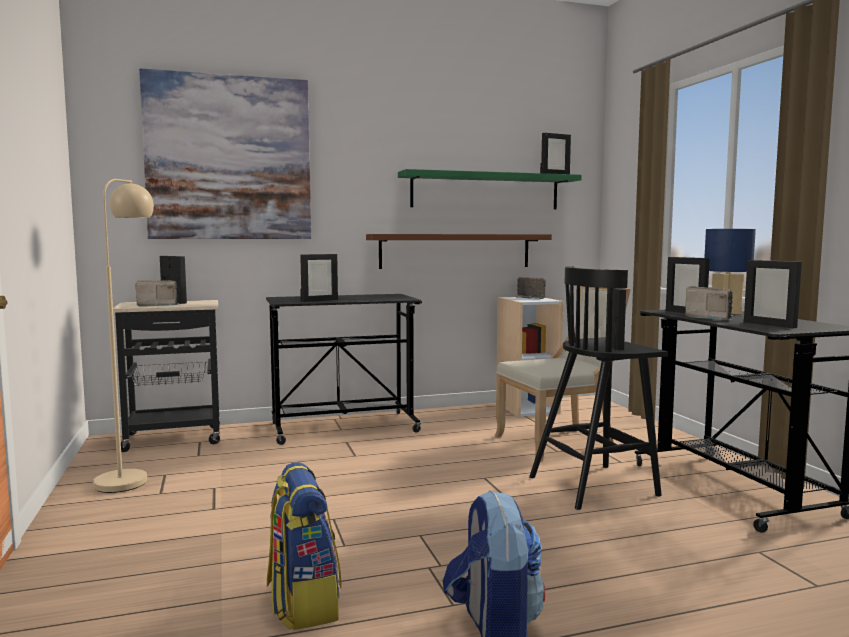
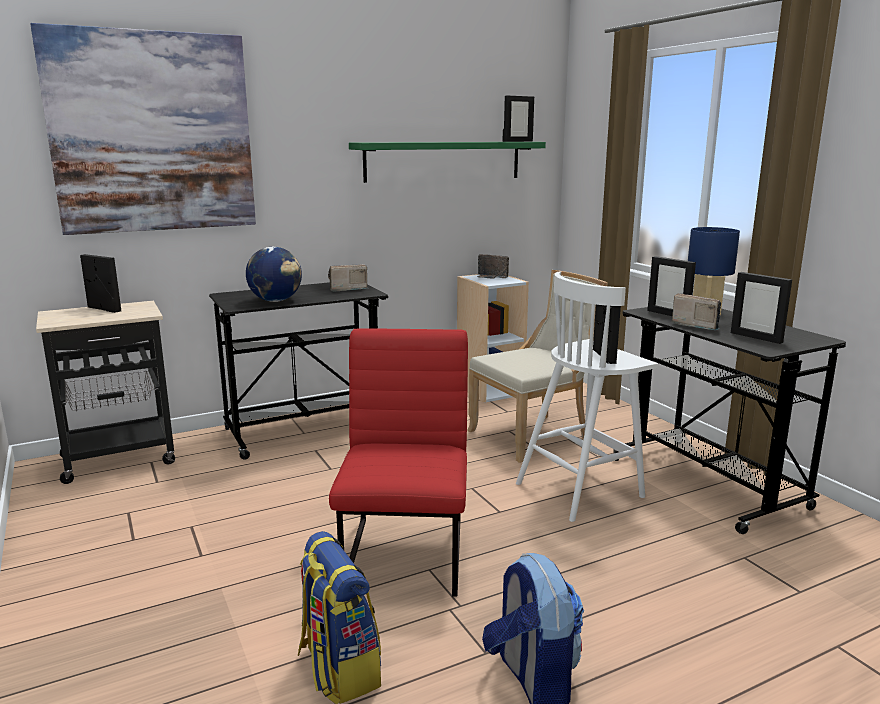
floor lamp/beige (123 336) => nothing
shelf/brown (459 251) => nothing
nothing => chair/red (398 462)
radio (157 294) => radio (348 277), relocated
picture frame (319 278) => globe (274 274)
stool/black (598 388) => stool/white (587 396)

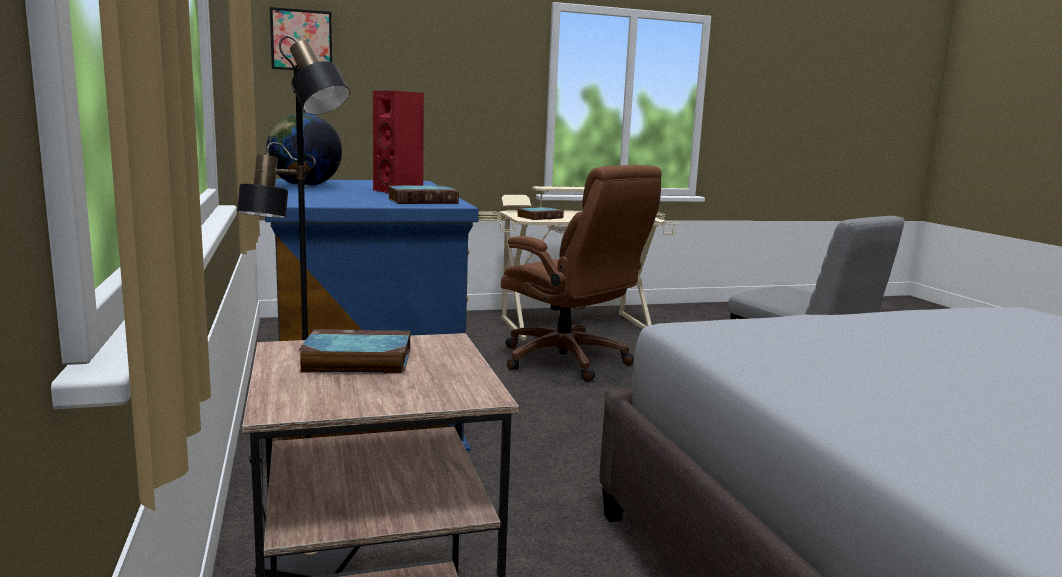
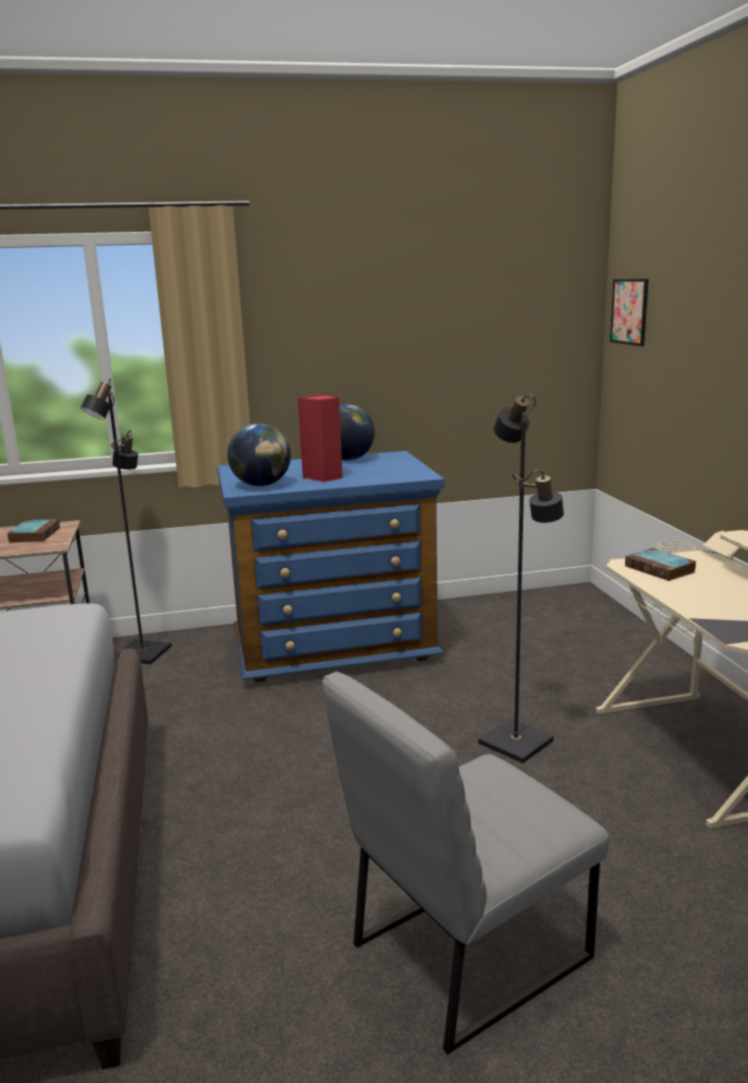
book (423 194) => globe (259 454)
office chair/brown (581 273) => floor lamp/black (521 578)

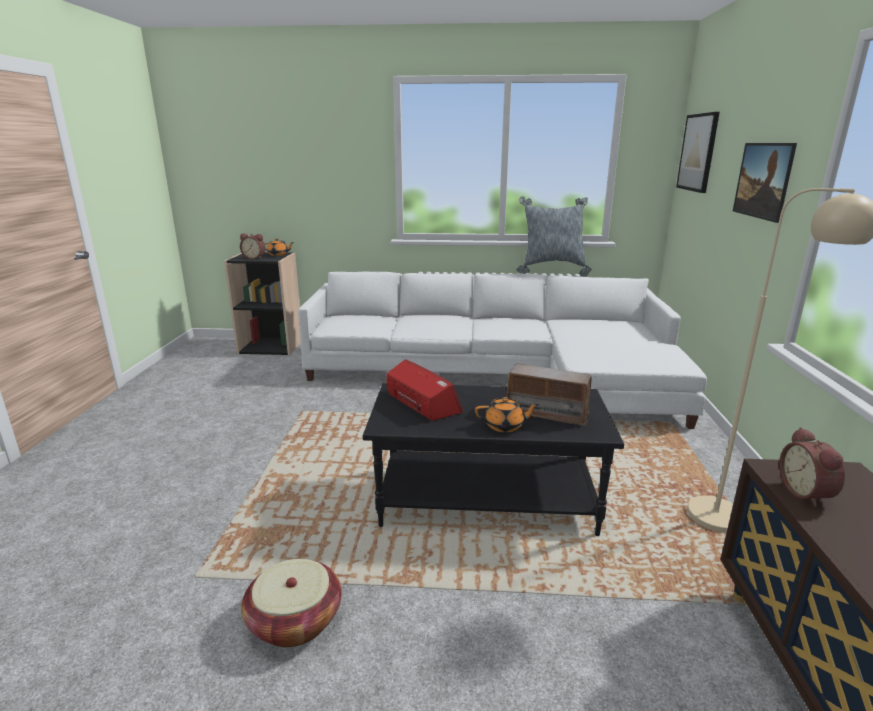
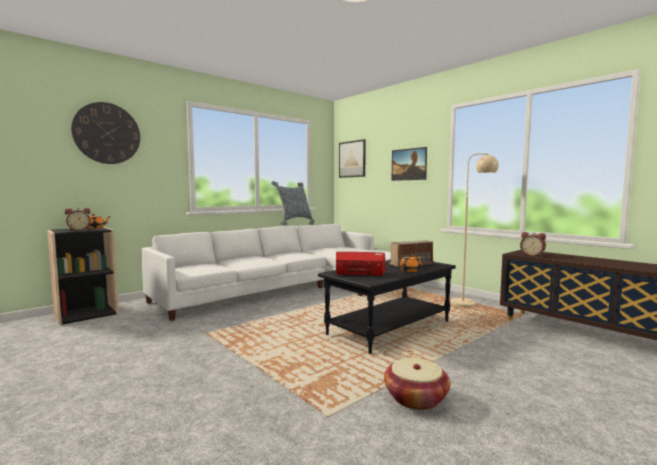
nothing => wall clock (105 133)

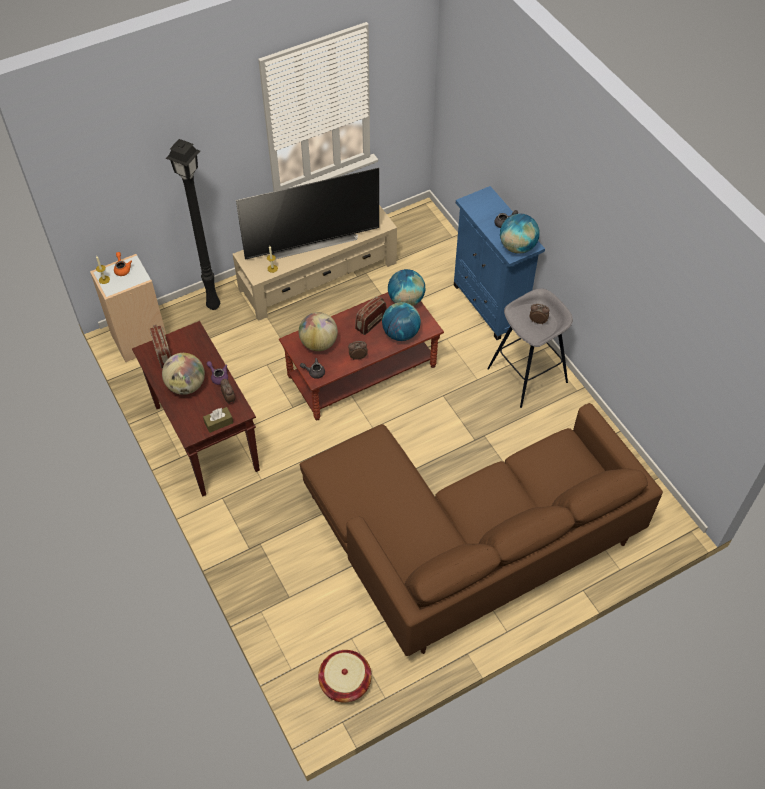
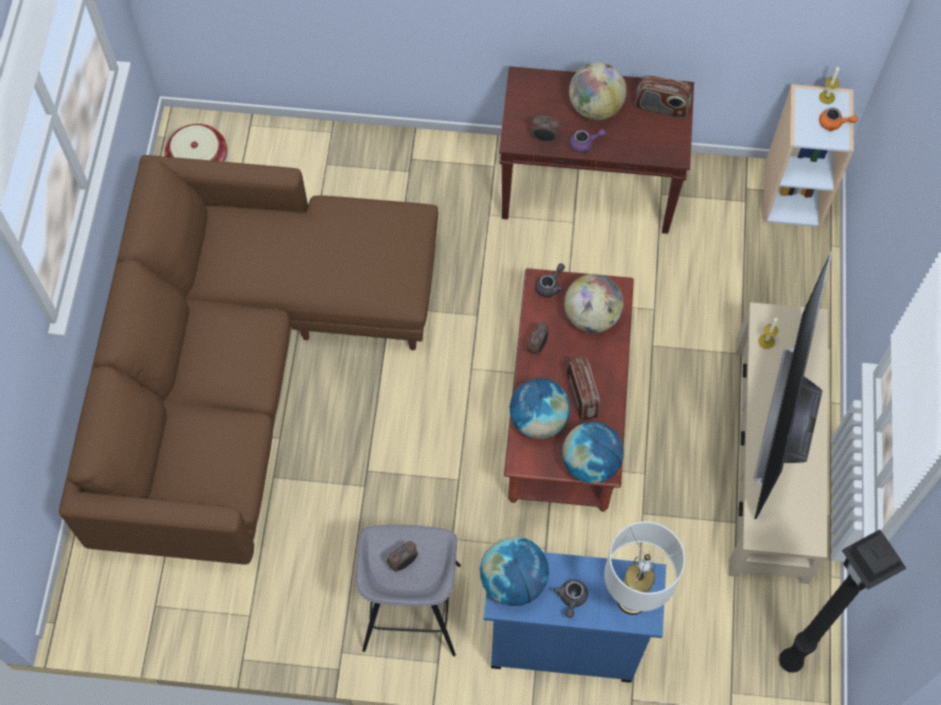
tissue box/brown (218 420) => nothing
nothing => table lamp/white (644 568)
floor lamp/black (193 224) => floor lamp/black (842 601), relocated

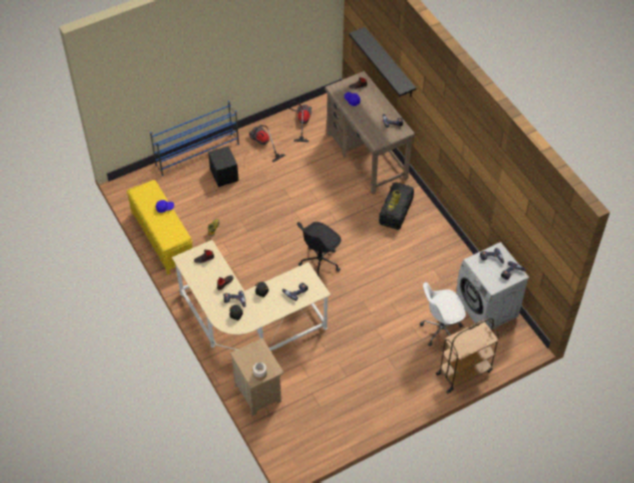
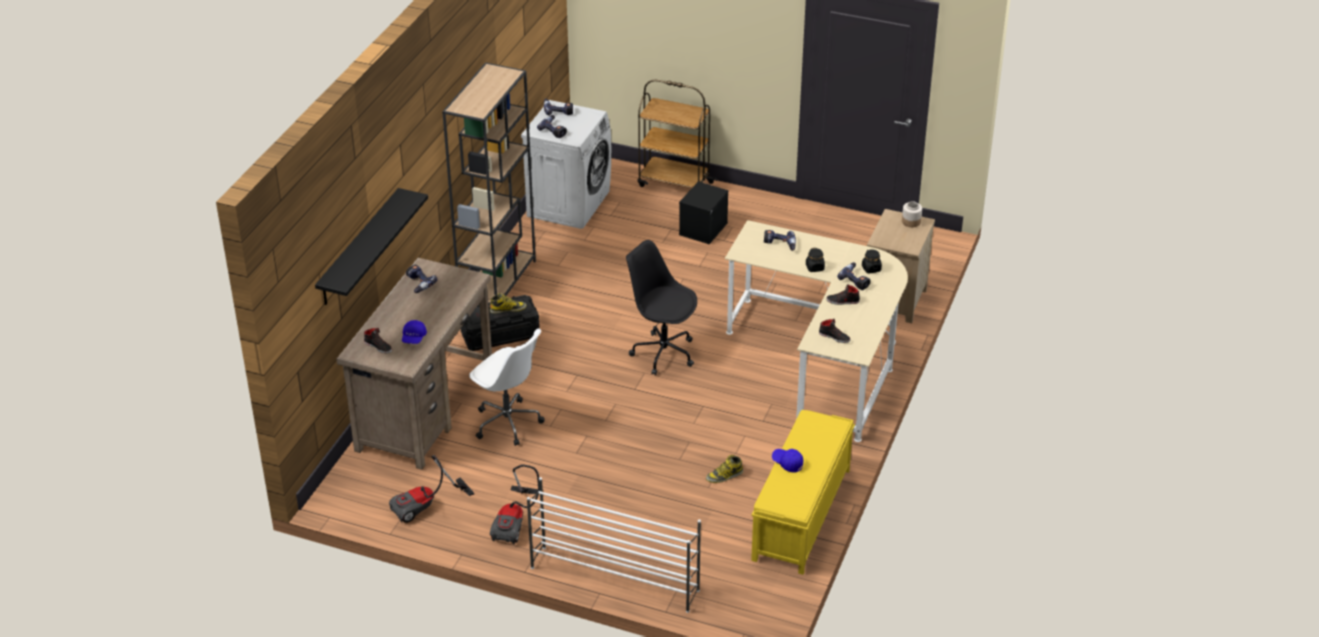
nothing => bookcase (489 182)
storage box/black (223 166) => storage box/black (703 212), relocated
office chair/white (443 314) => office chair/white (506 387), relocated
shoe rack/blue (194 138) => shoe rack/white (614 545)
office chair/black (319 249) => office chair/black (661 307), 150 degrees counterclockwise

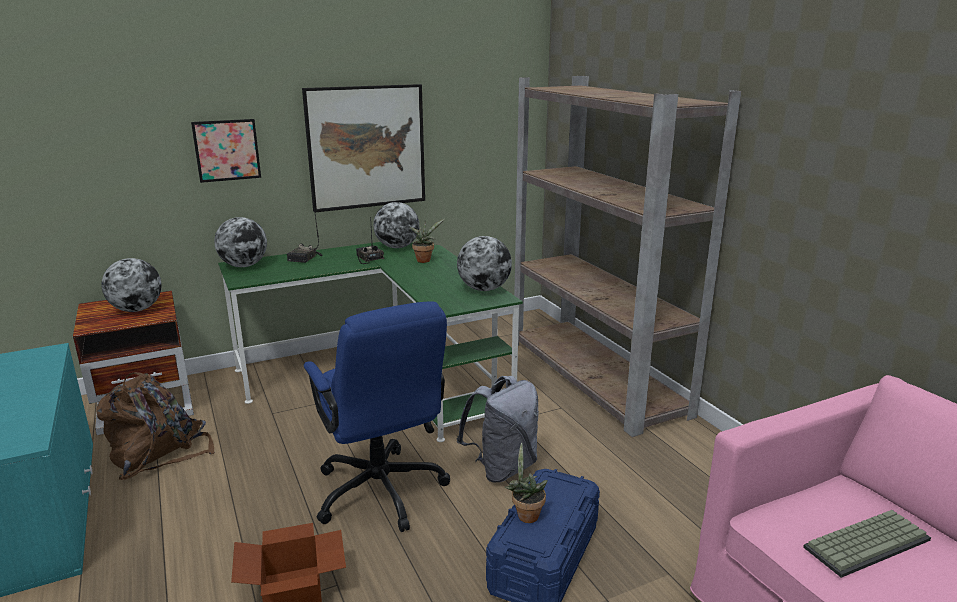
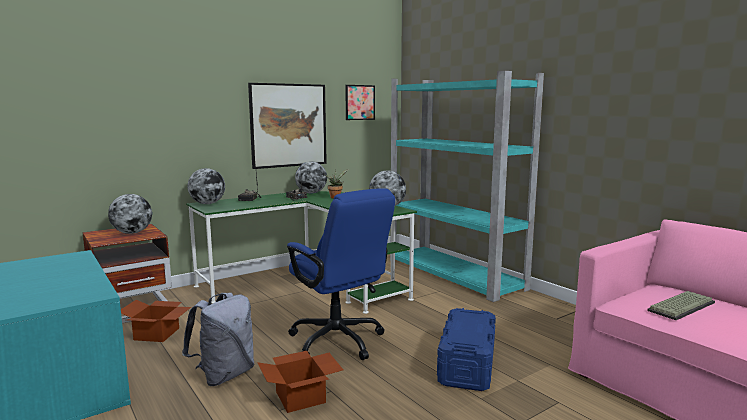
potted plant (526 483) => nothing
picture (226 151) => picture (360 102), relocated
backpack/grey (498 429) => backpack/grey (218 339), relocated
backpack/brown (156 426) => cardboard box (156 321)
bookcase/brown (627 256) => bookcase/turquoise (467 186)

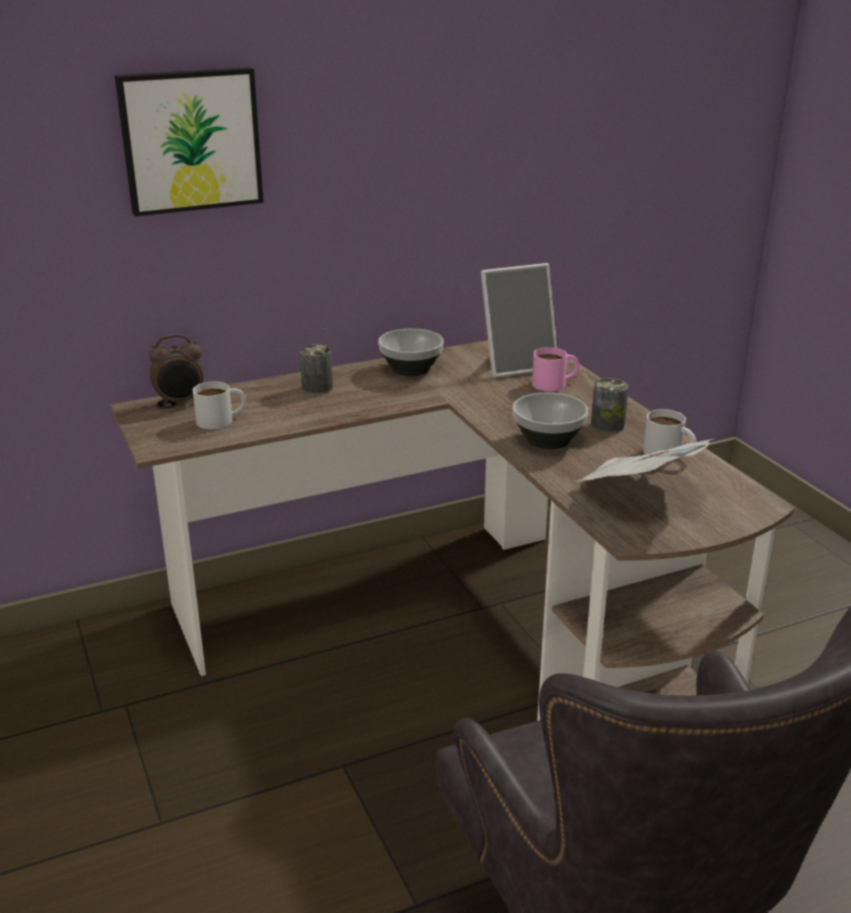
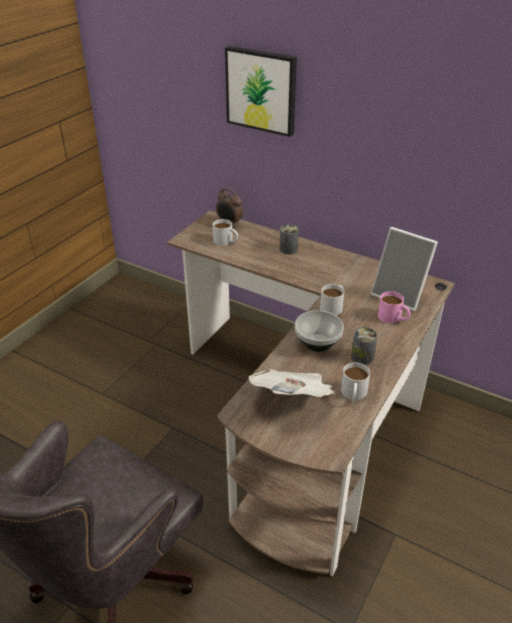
bowl (411 352) => nothing
nothing => mug/white (332 299)

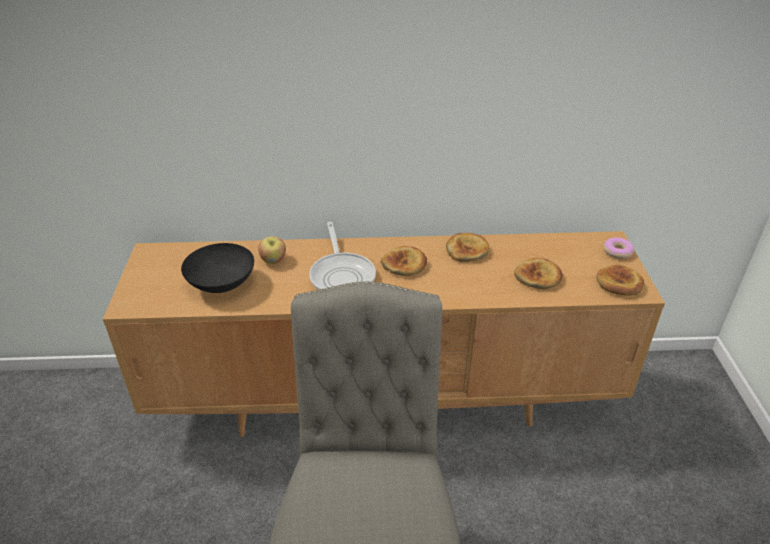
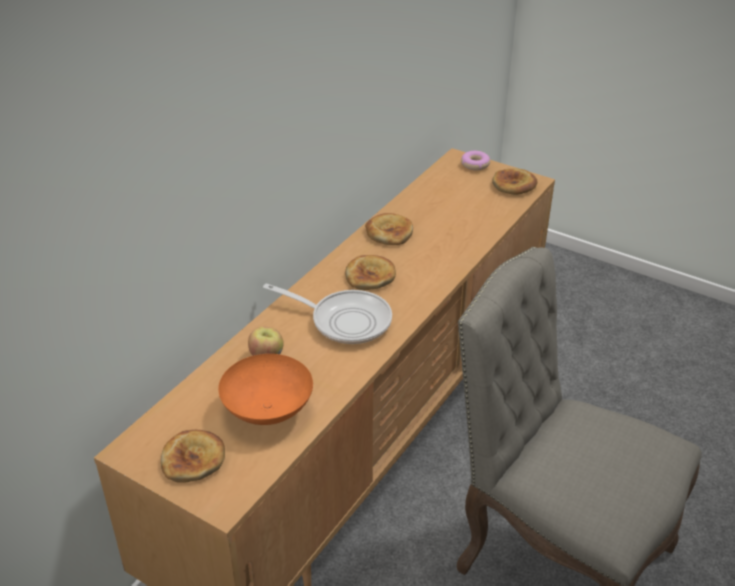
bread (538 273) => bread (192 456), relocated
bowl/black (217 268) => bowl/orange (265 389)

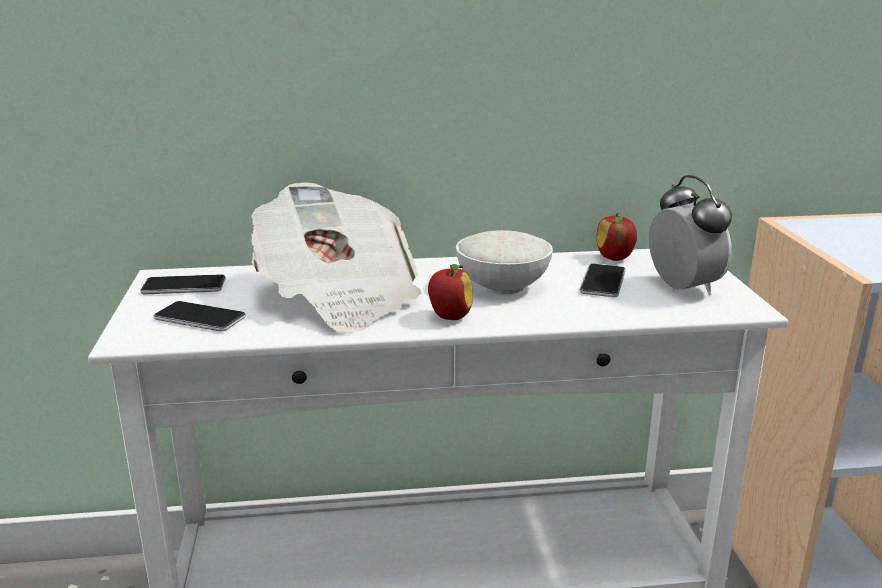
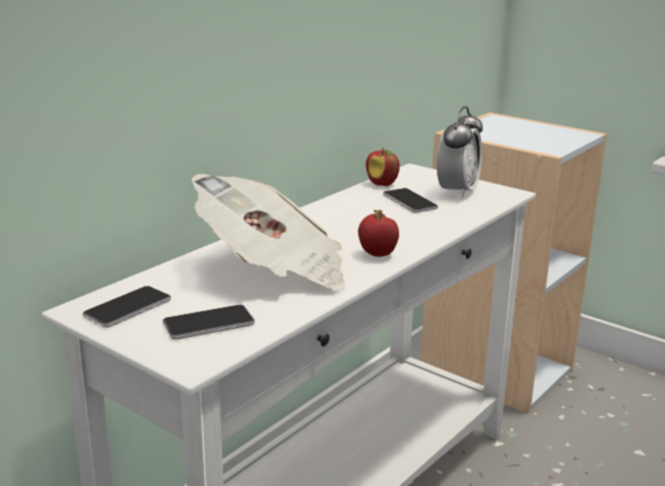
bowl/white (504 262) => nothing
alarm clock (690 235) => alarm clock (460 152), 90 degrees clockwise

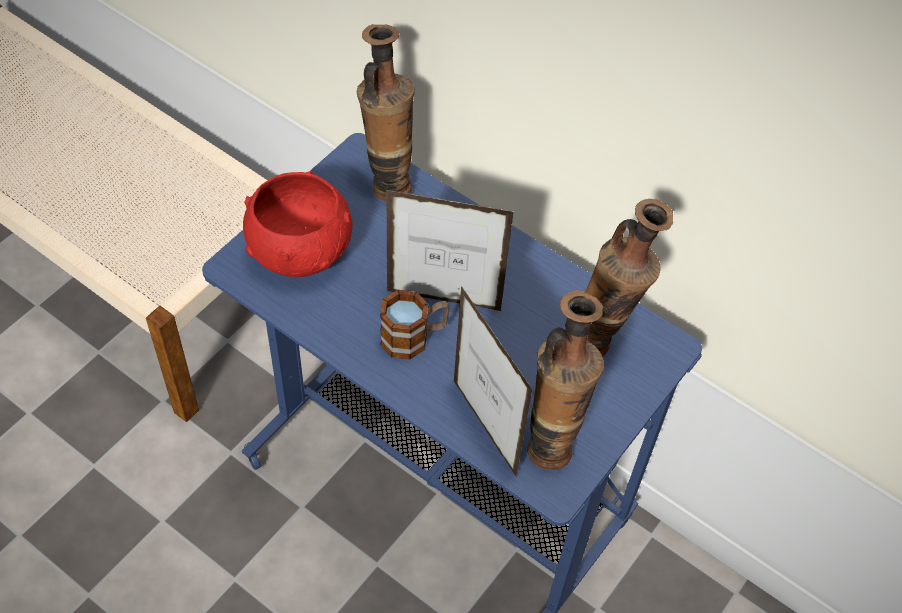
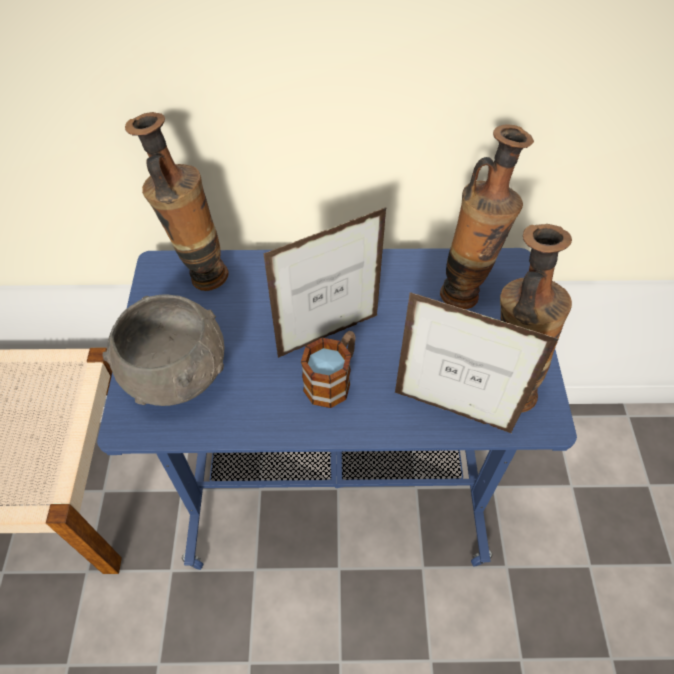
bowl/red (298 224) => bowl/grey (163 350)

